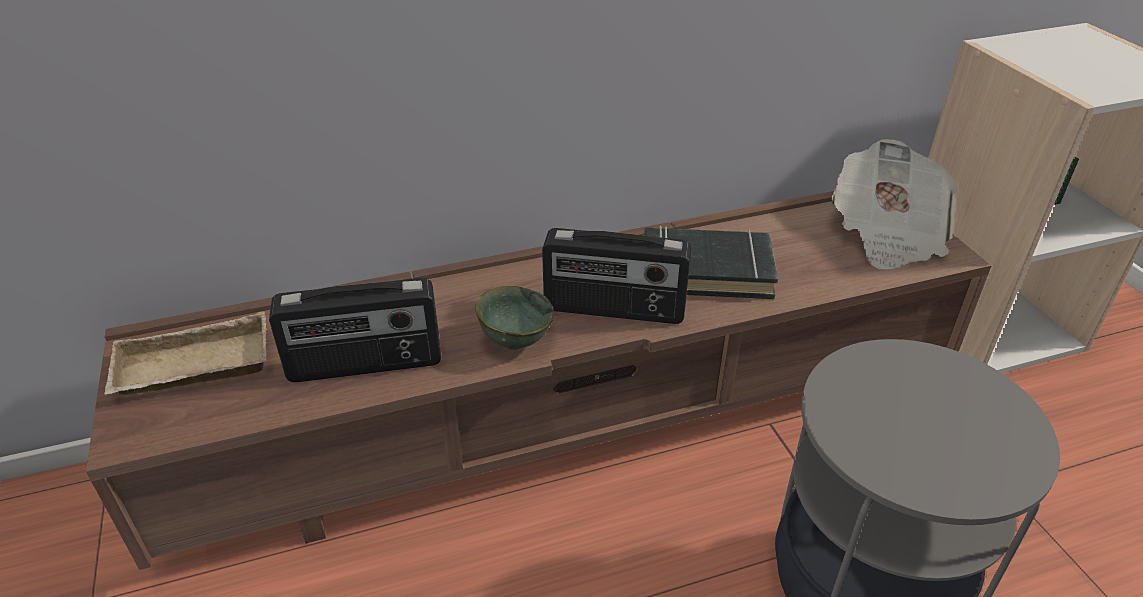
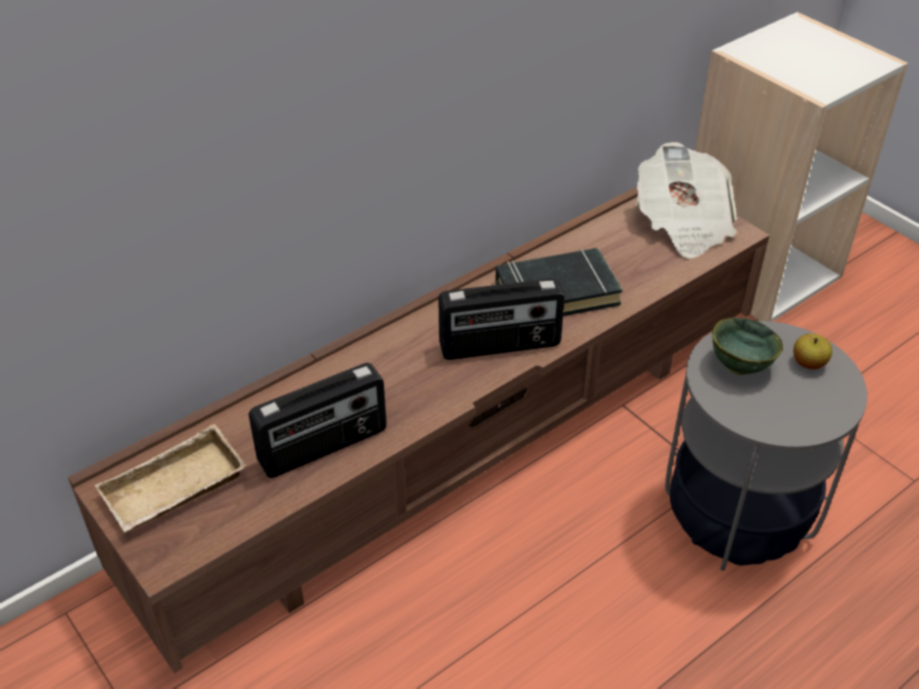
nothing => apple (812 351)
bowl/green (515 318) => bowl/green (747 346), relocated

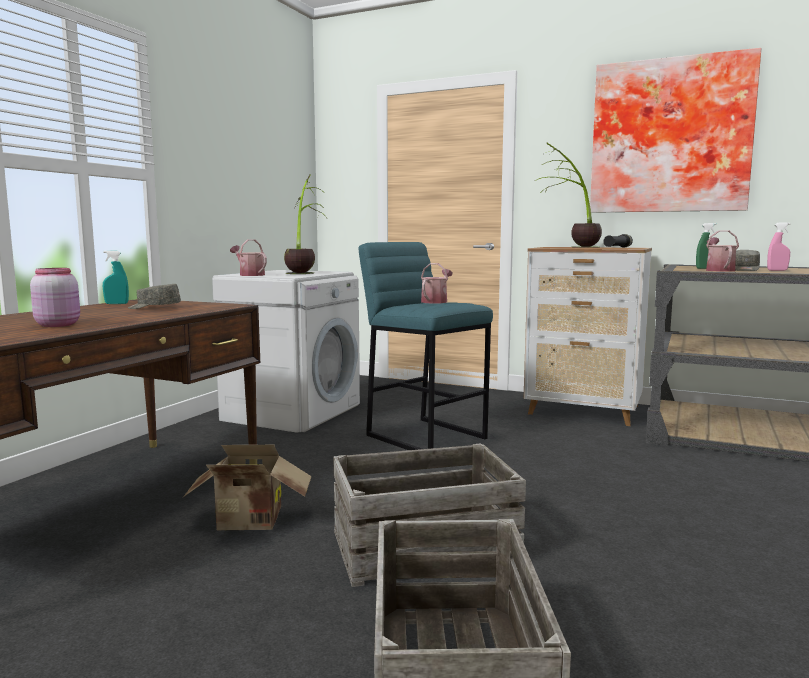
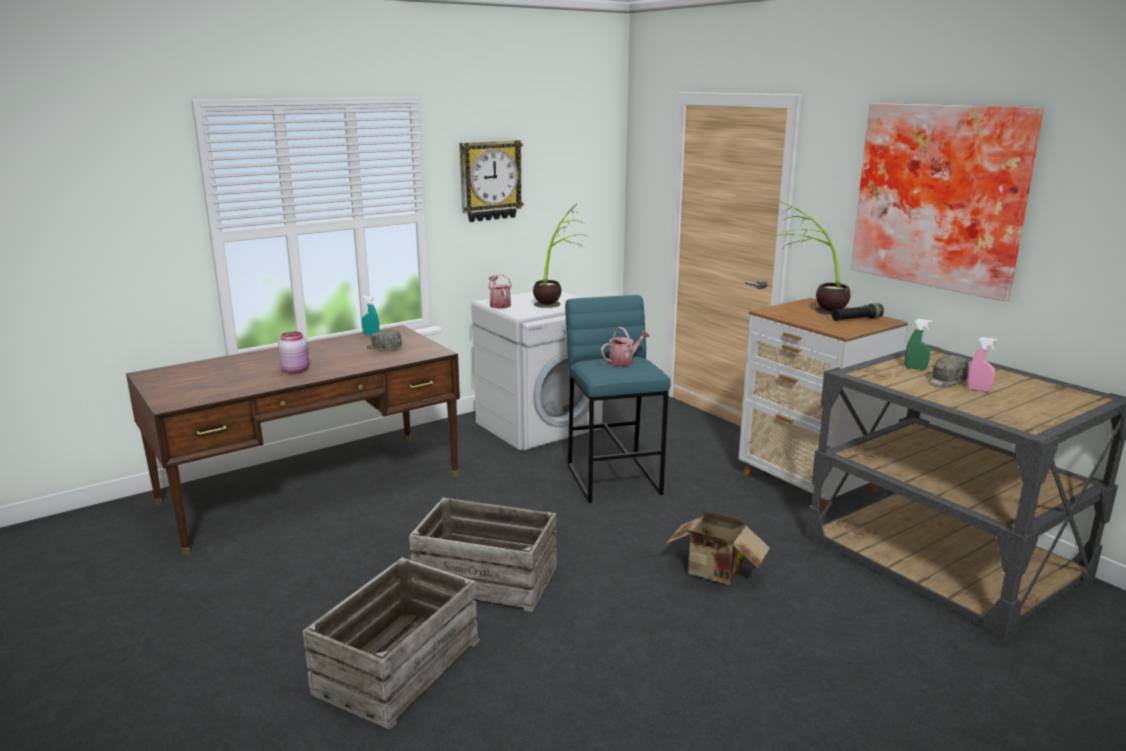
watering can (722 251) => nothing
nothing => wall clock (492 181)
cardboard box (247 487) => cardboard box (718 547), relocated

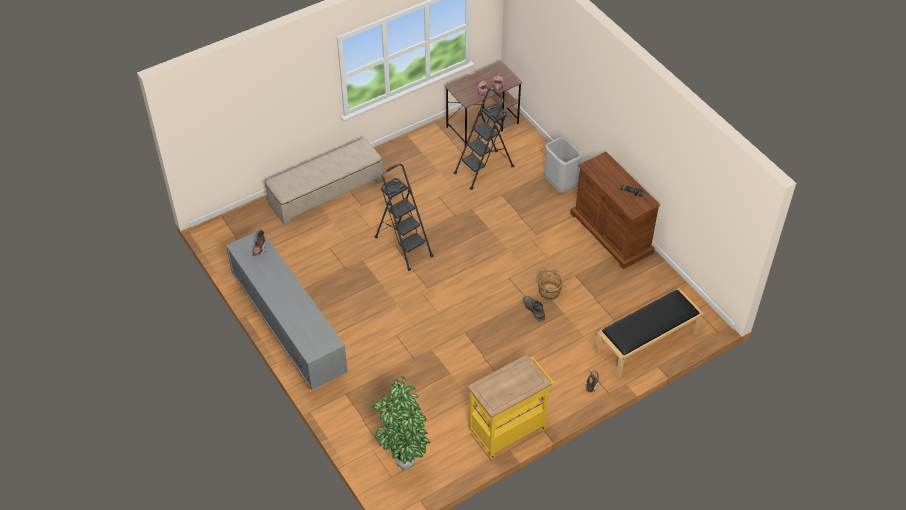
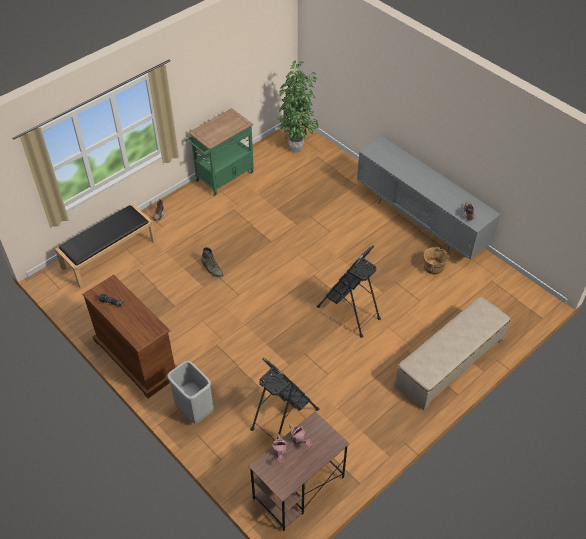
bucket/brown (550 285) => bucket/brown (436 260), relocated
cart/yellow (512 407) => cart/green (220 152)

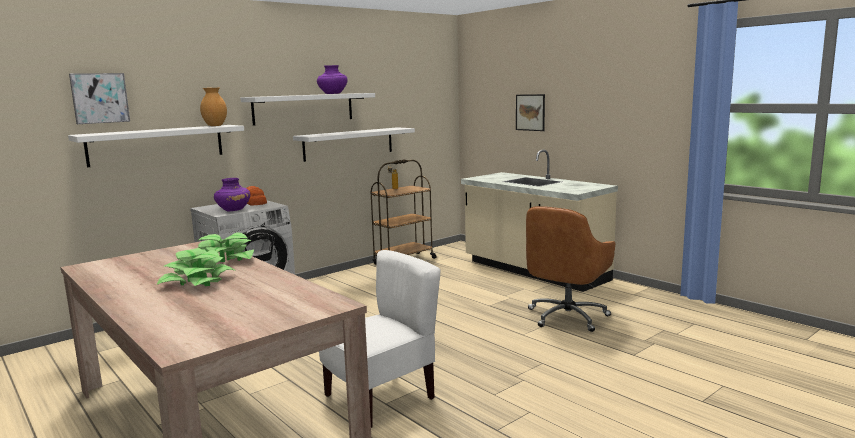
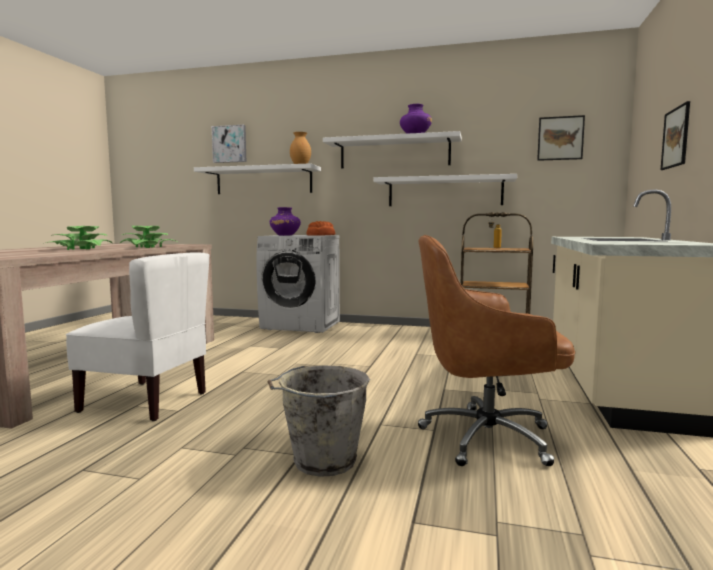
nothing => bucket/grey (319 421)
nothing => picture (561 138)

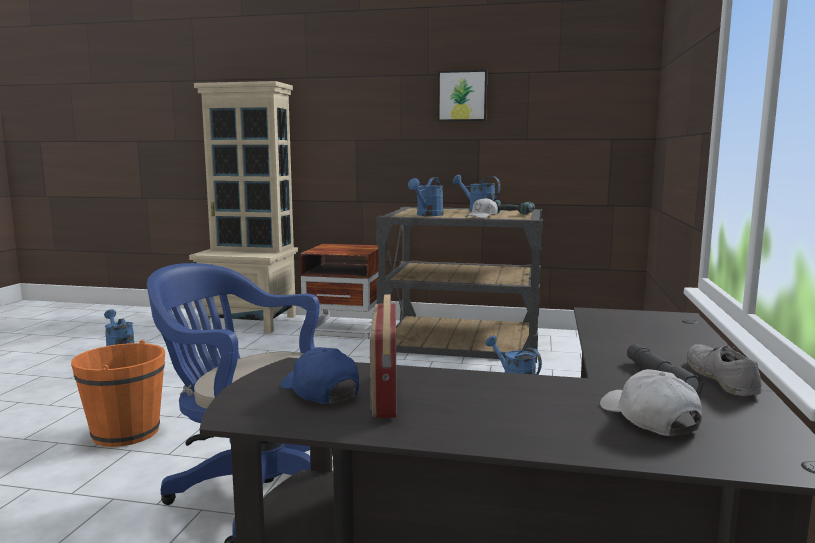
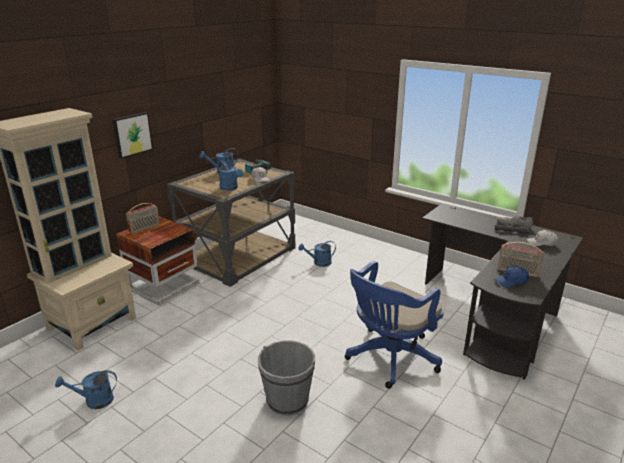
nothing => radio (143 218)
picture (462 95) => picture (132 135), relocated
bucket/orange (118 393) => bucket/grey (286 378)

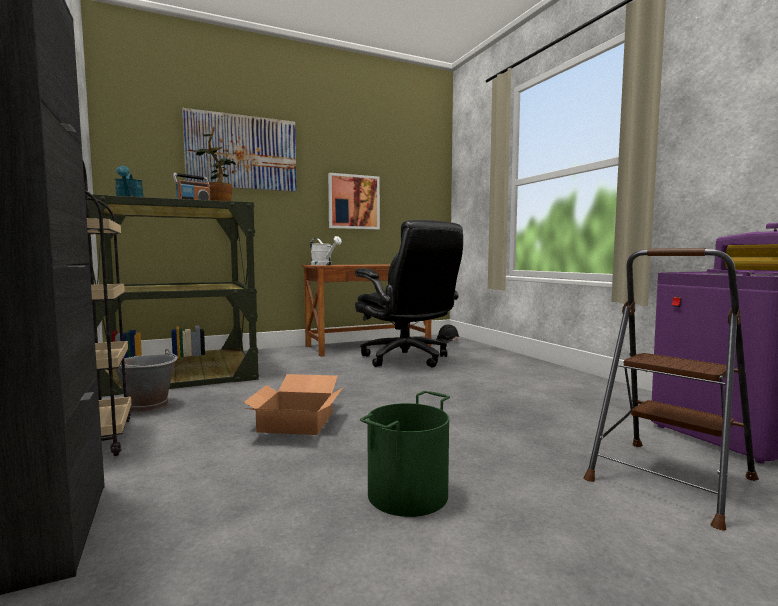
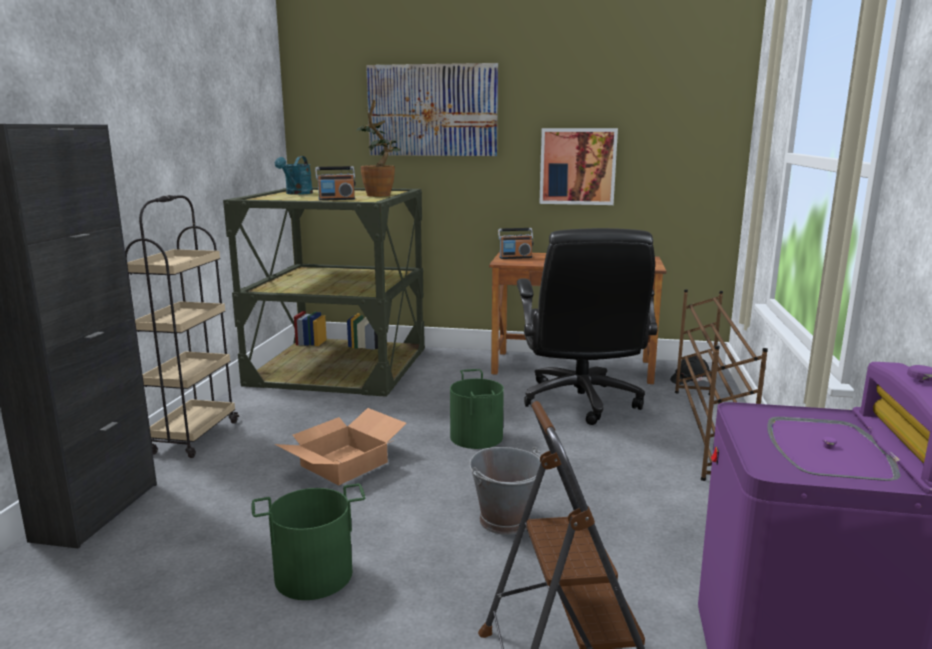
nothing => bucket/green (477 409)
nothing => shoe rack/brown (721 385)
bucket/grey (146 381) => bucket/grey (505 491), relocated
watering can/white (326 250) => radio (515 243)

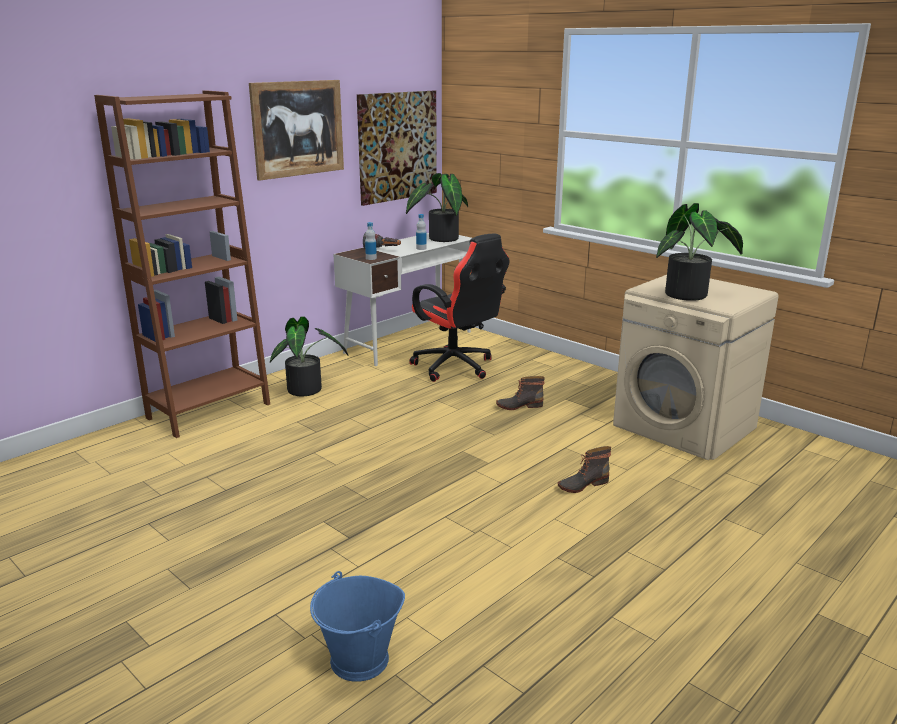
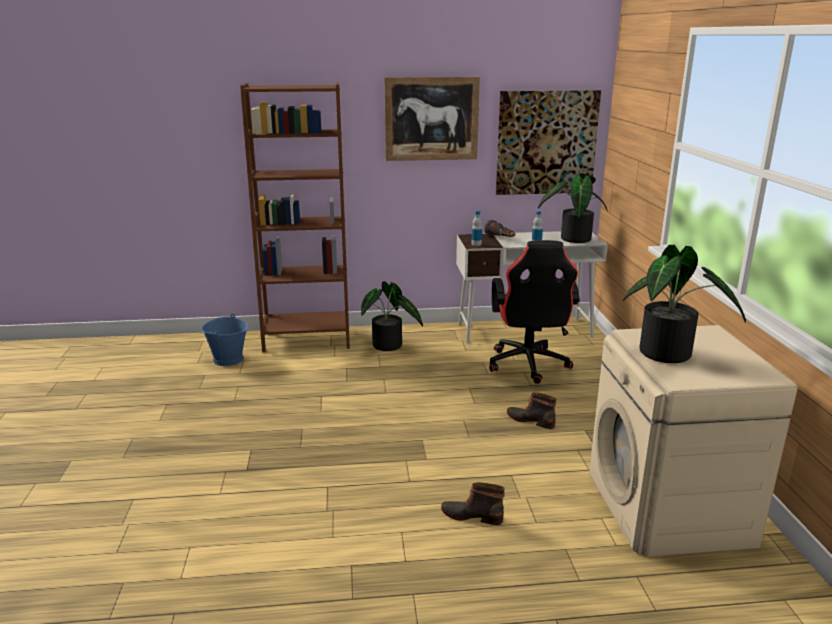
bucket/blue (357 626) => bucket/blue (224 340), relocated

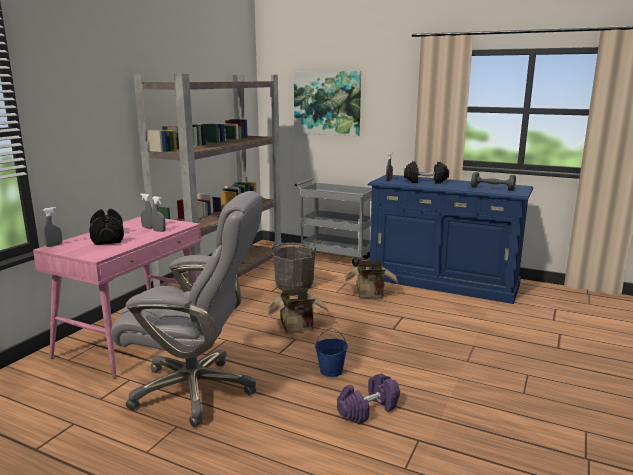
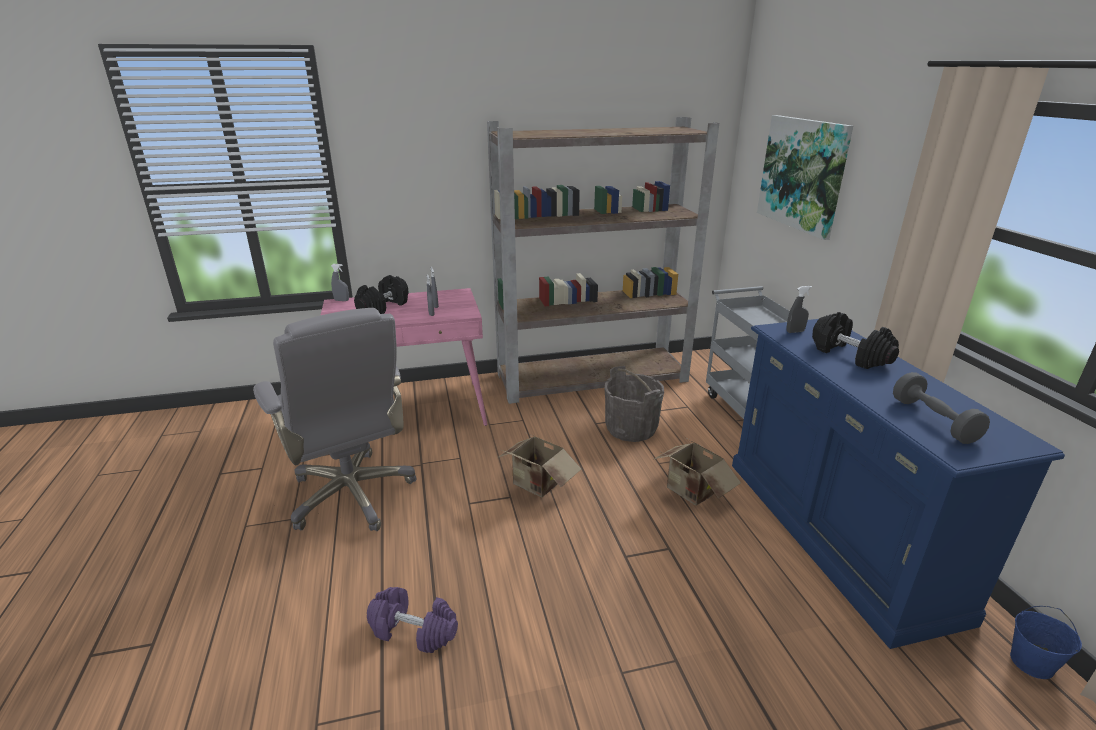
bucket/blue (331 352) => bucket/blue (1046 642), relocated

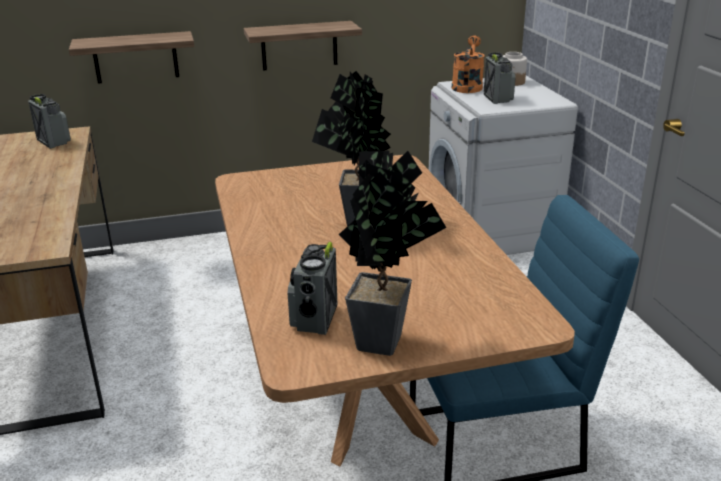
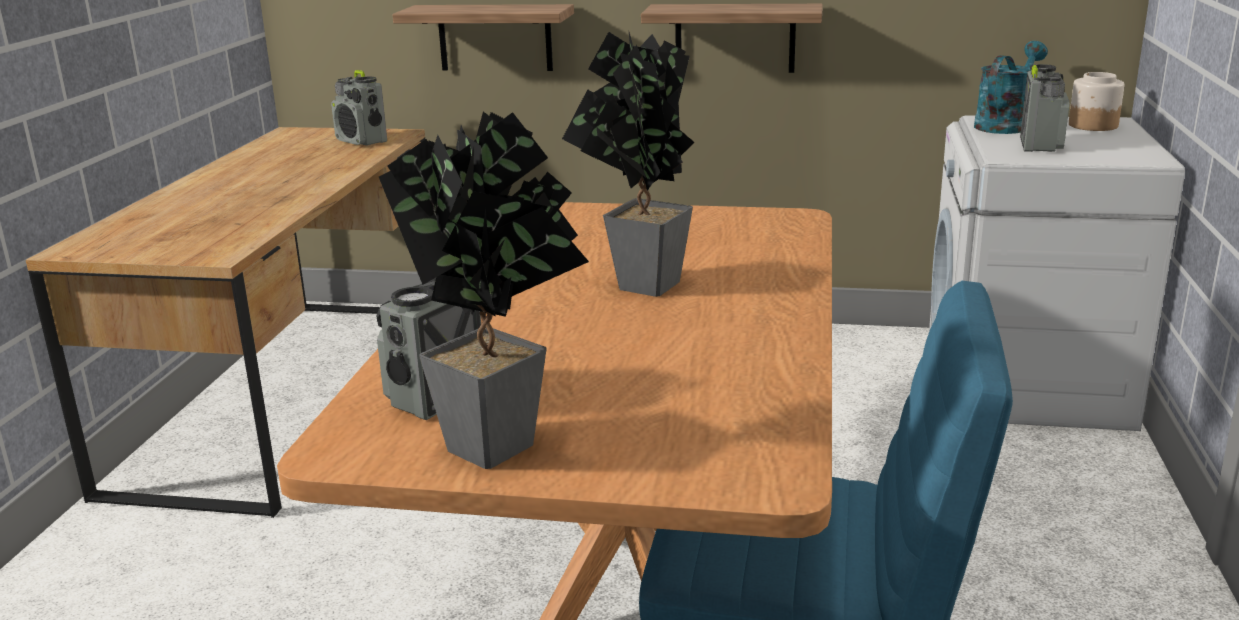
watering can/orange (468 64) => watering can/turquoise (1011 87)
radio (49 121) => radio (359 108), 150 degrees clockwise

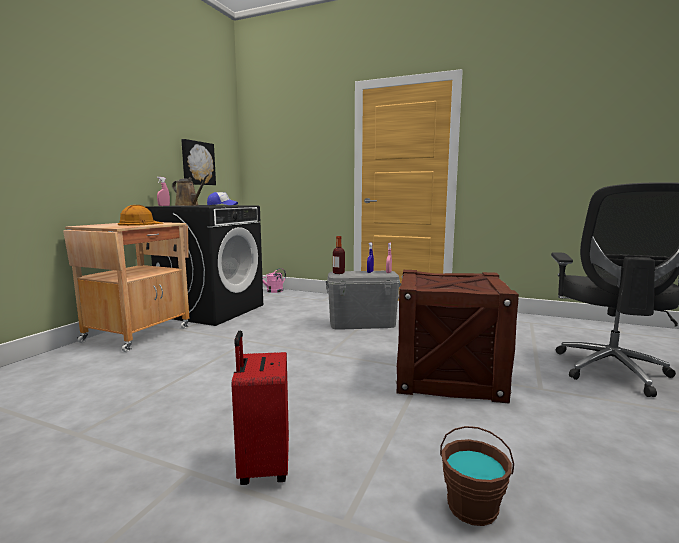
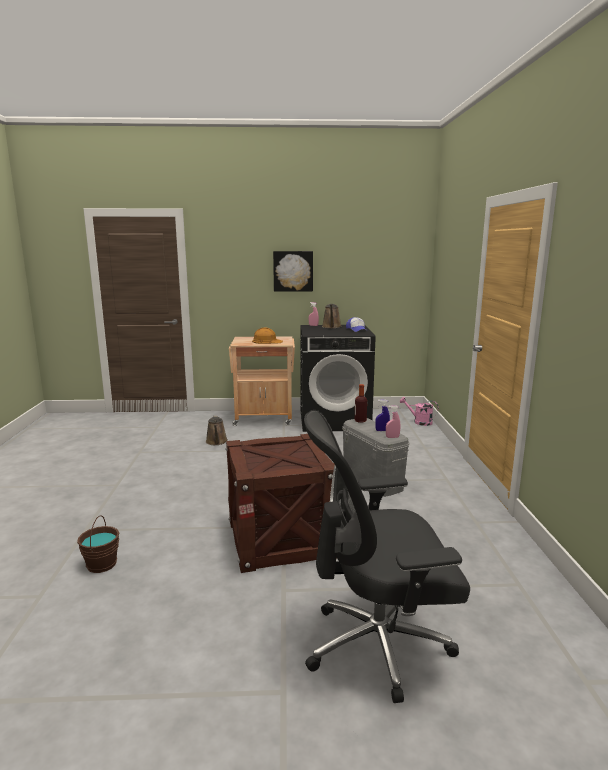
suitcase/red (260 407) => nothing
nothing => watering can/brown (217 430)
picture (198 162) => picture (293 271), relocated

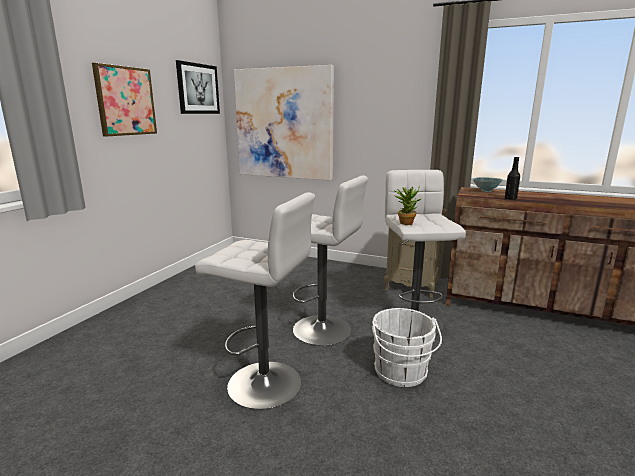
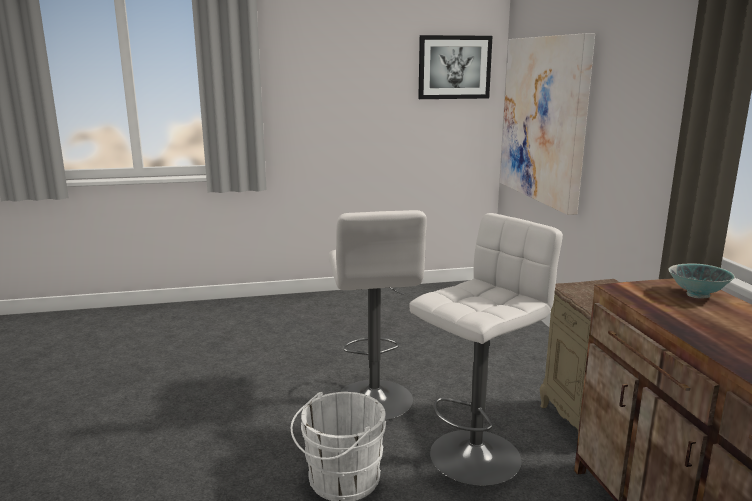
picture (124 100) => nothing
stool/white (255 300) => nothing
potted plant (408 205) => nothing
bottle/black (512 178) => nothing

